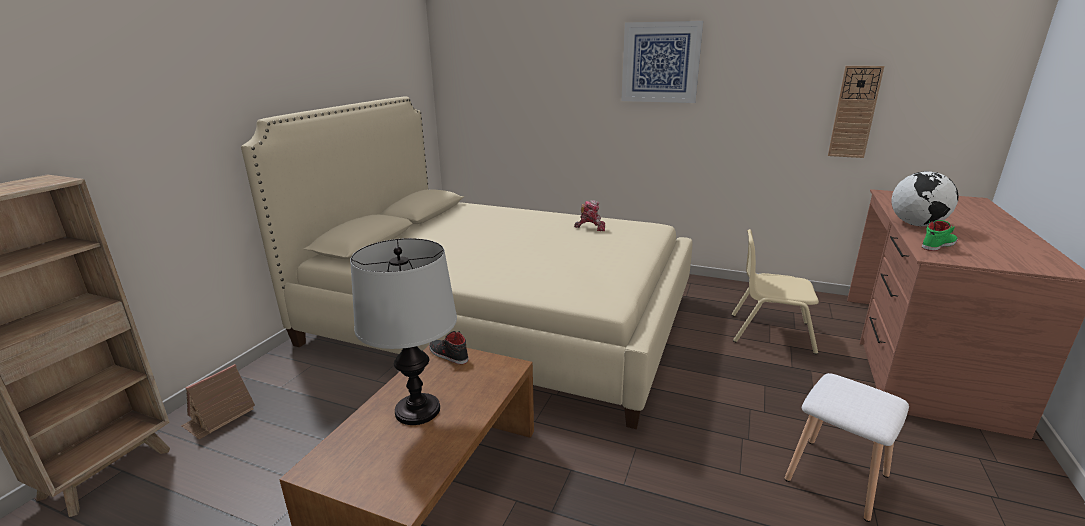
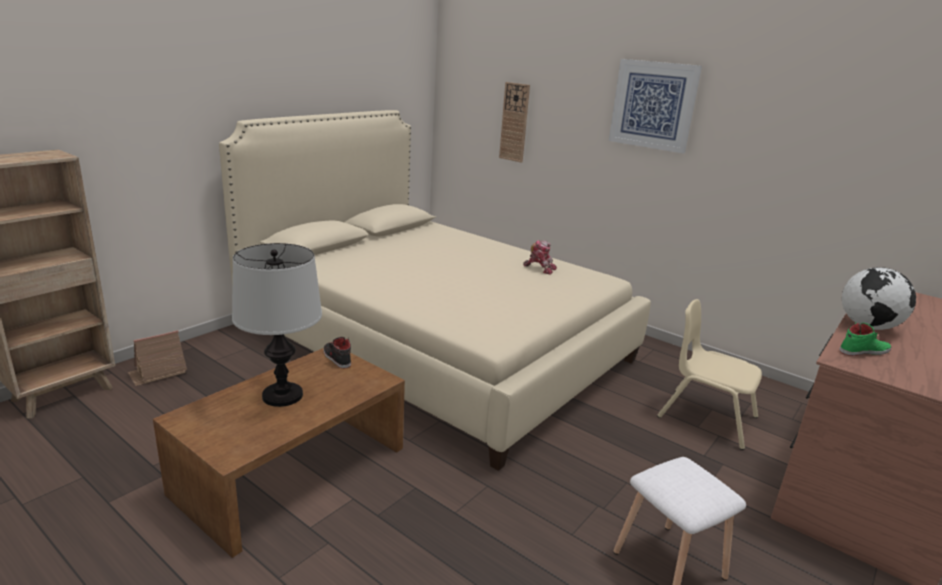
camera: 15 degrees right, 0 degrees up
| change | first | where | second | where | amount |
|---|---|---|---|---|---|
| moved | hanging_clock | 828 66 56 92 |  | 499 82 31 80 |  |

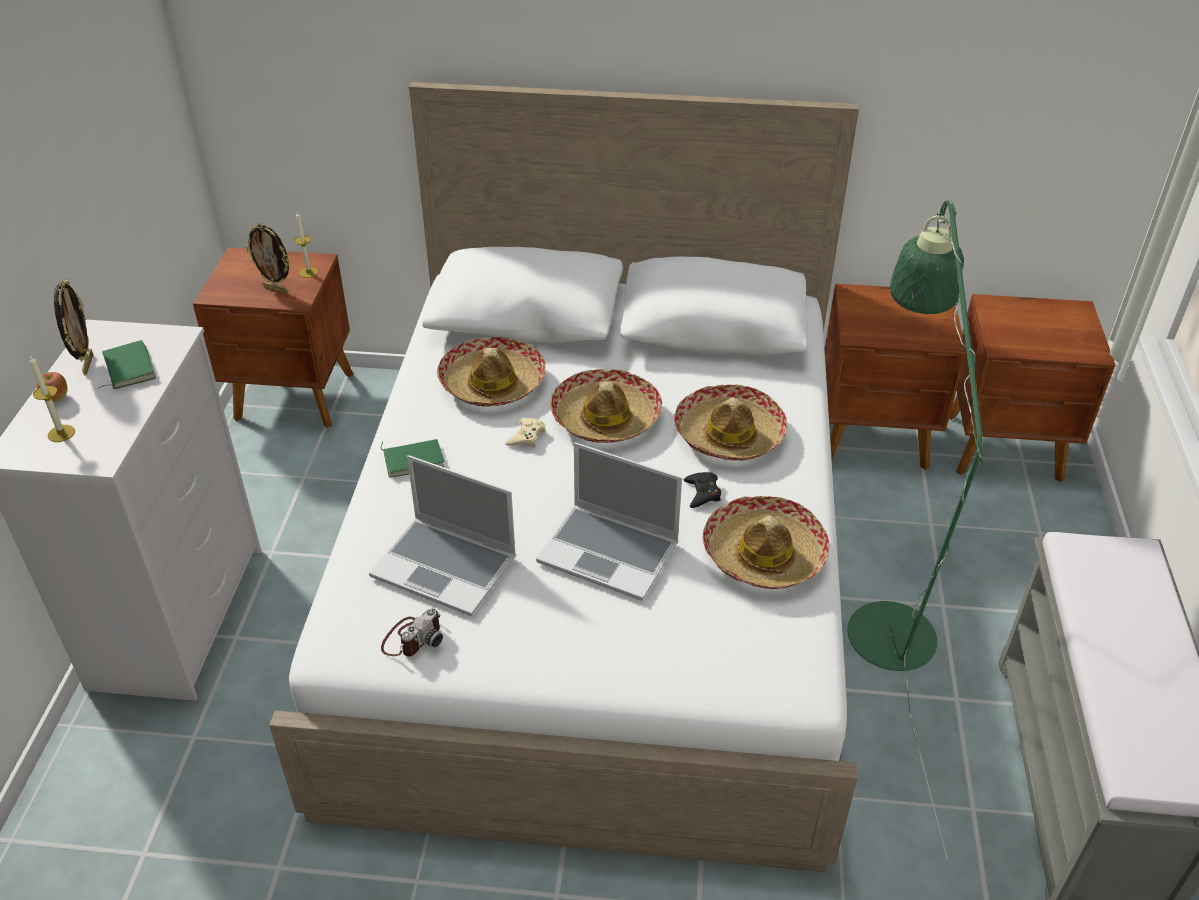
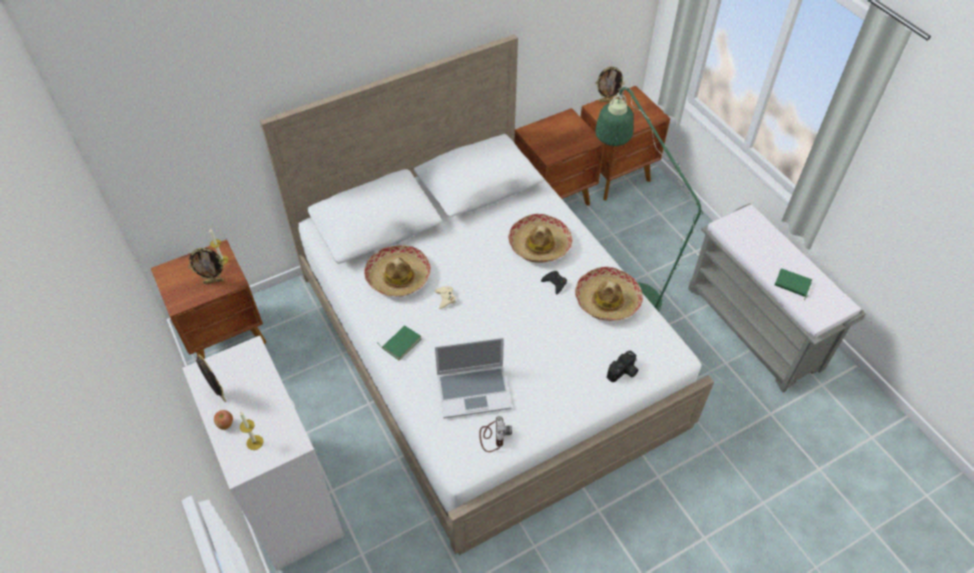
camera: 35 degrees left, 10 degrees up
| change | first | where | second | where | amount |
|---|---|---|---|---|---|
| removed | notebook_computer | 536 442 146 159 |  |  |  |
| removed | wearable_hat | 550 369 112 74 |  |  |  |
| added |  |  | photo_frame | 596 66 29 36 |  |
| added |  |  | still_camera | 607 350 32 32 |  |
| moved | green-coloured_volume | 98 340 58 49 |  | 775 269 37 31 |  |

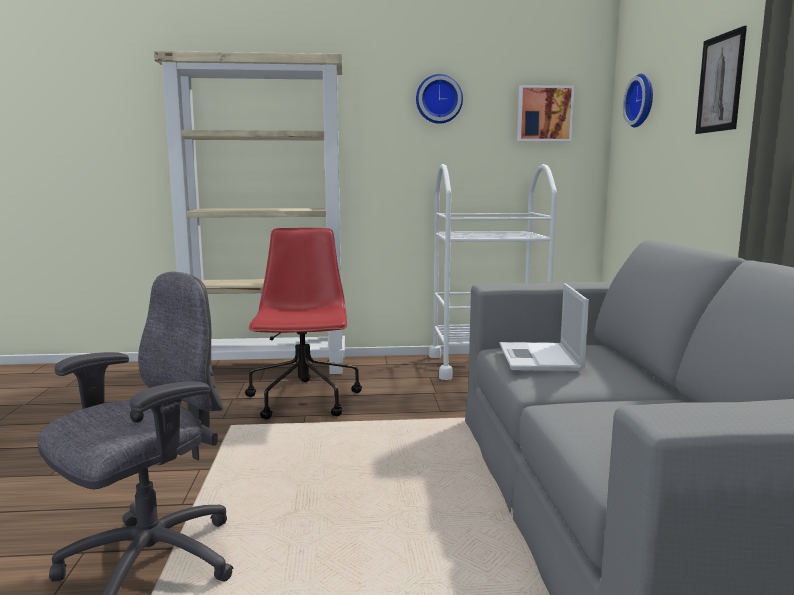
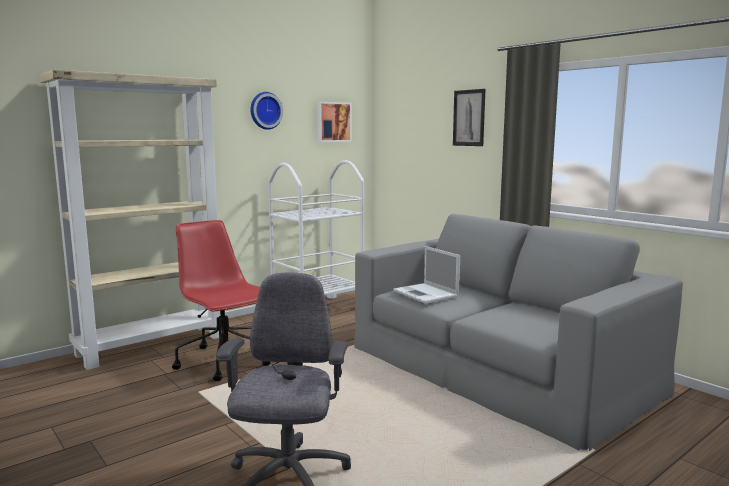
camera: 35 degrees left, 0 degrees up
| change | first | where | second | where | amount |
|---|---|---|---|---|---|
| removed | hanging_clock | 623 74 30 53 |  |  |  |

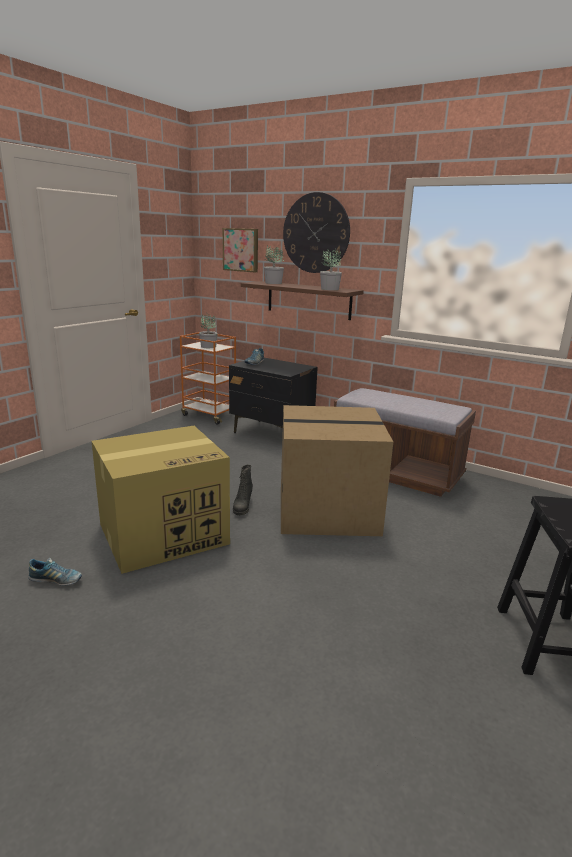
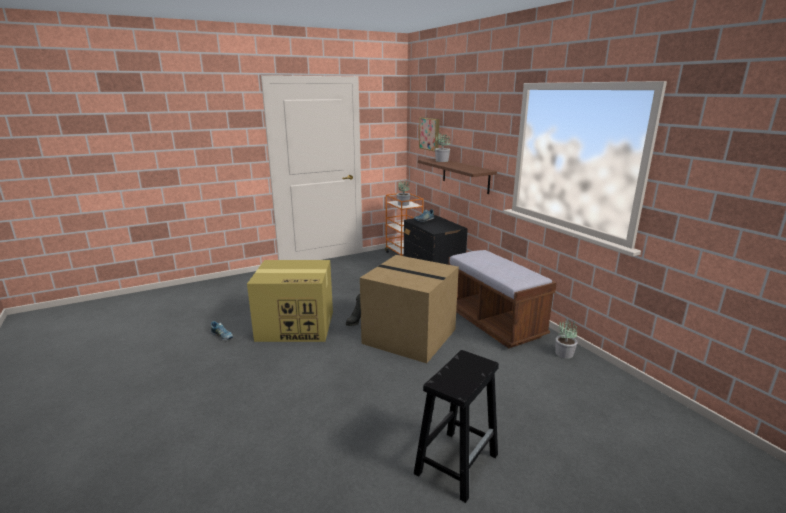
camera: 30 degrees right, 0 degrees up
| change | first | where | second | where | amount |
|---|---|---|---|---|---|
| removed | hanging_clock | 283 192 67 81 |  |  |  |
| moved | houseplant | 320 248 22 42 |  | 555 320 23 39 |  |

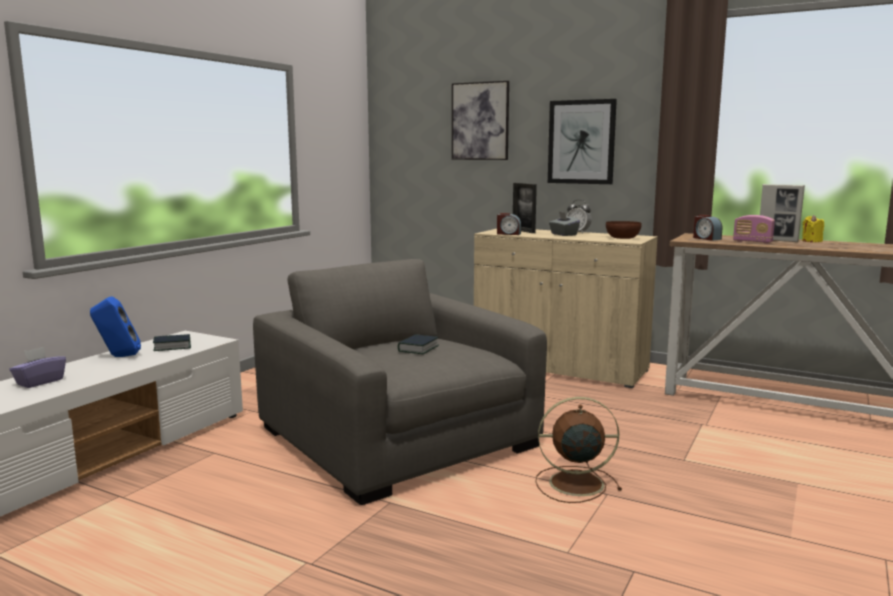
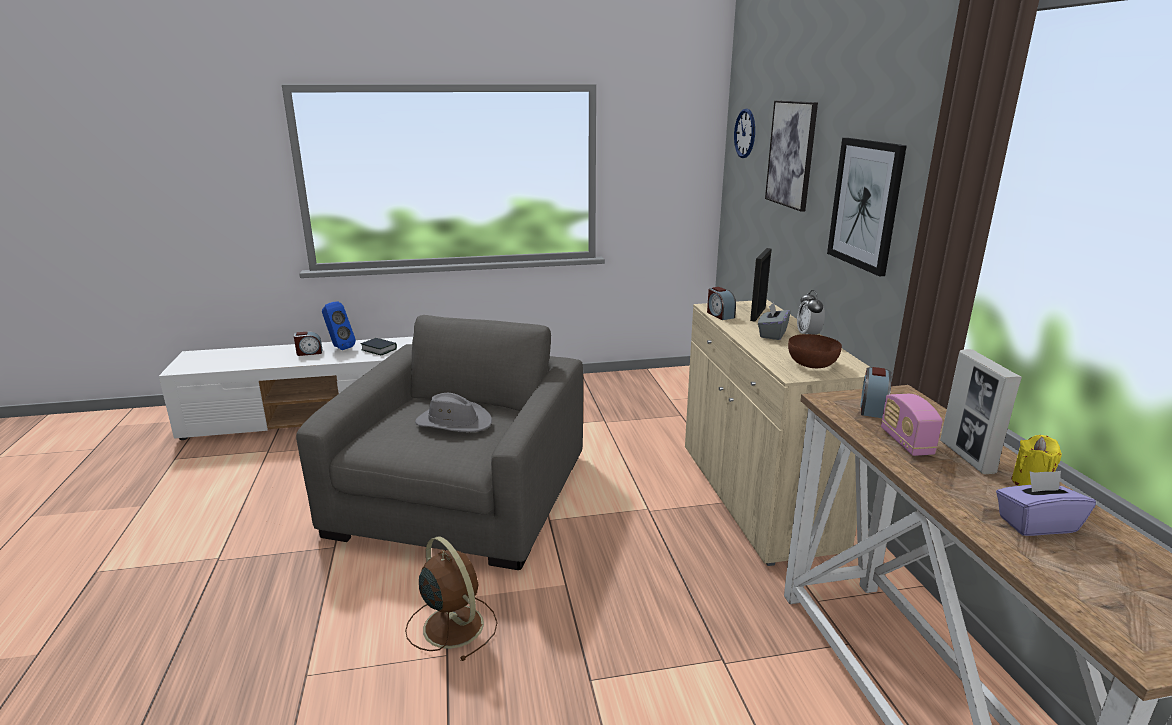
camera: 50 degrees right, 10 degrees up
| change | first | where | second | where | amount |
|---|---|---|---|---|---|
| added |  |  | bedside_clock | 294 332 28 24 |  |
| added |  |  | hanging_clock | 734 109 21 49 |  |
| moved | purple_tissue_box | 10 347 56 41 |  | 996 471 100 65 |  |
| replaced | volume | 398 334 41 20 | grey_wearable_hat | 415 393 77 39 |  |

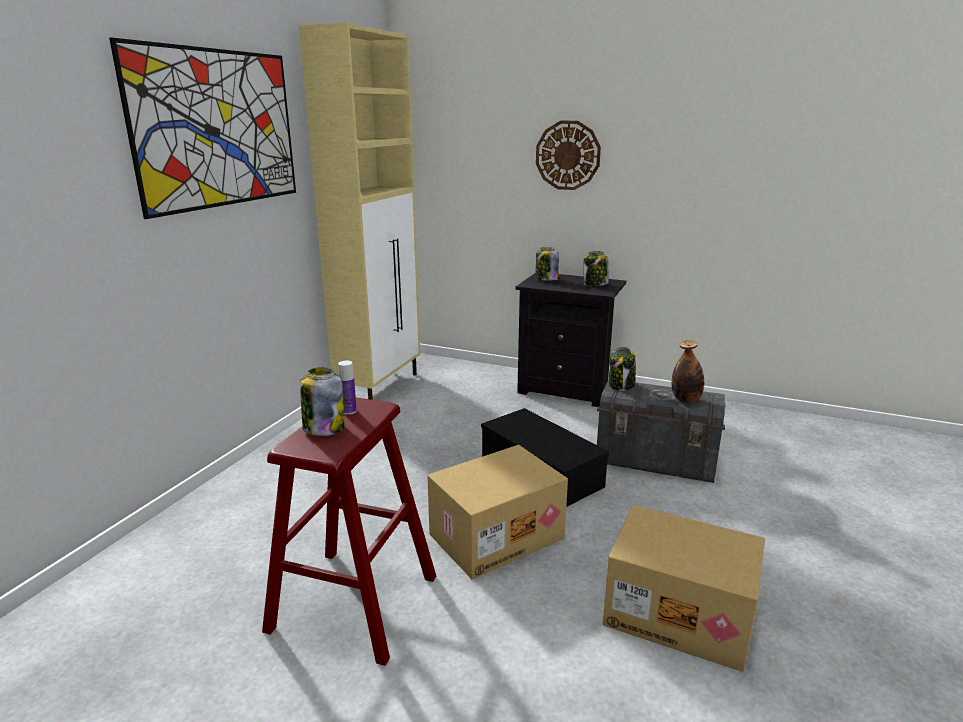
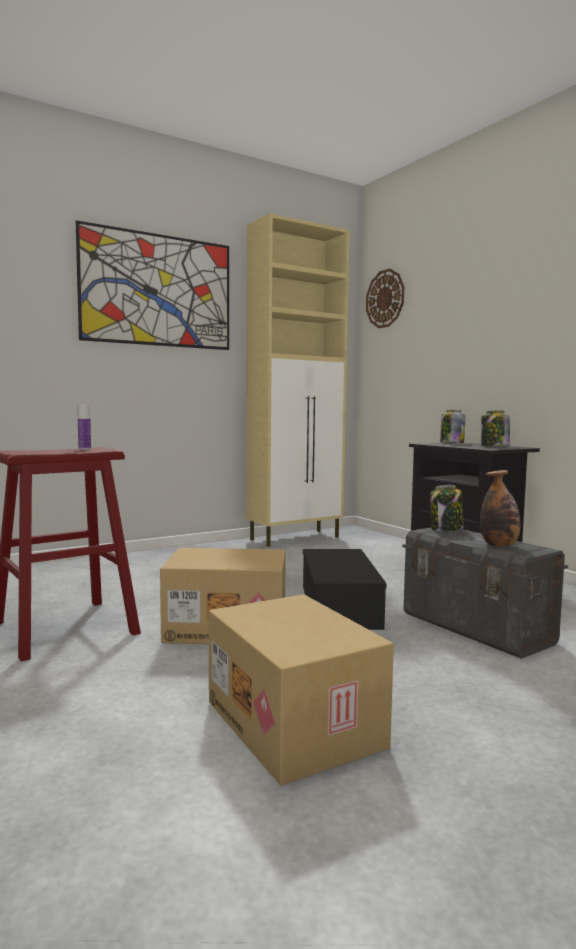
camera: 35 degrees right, 15 degrees down
| change | first | where | second | where | amount |
|---|---|---|---|---|---|
| removed | jar | 300 367 44 69 |  |  |  |
| moved | hanging_clock | 536 121 65 69 |  | 366 269 38 59 |  |

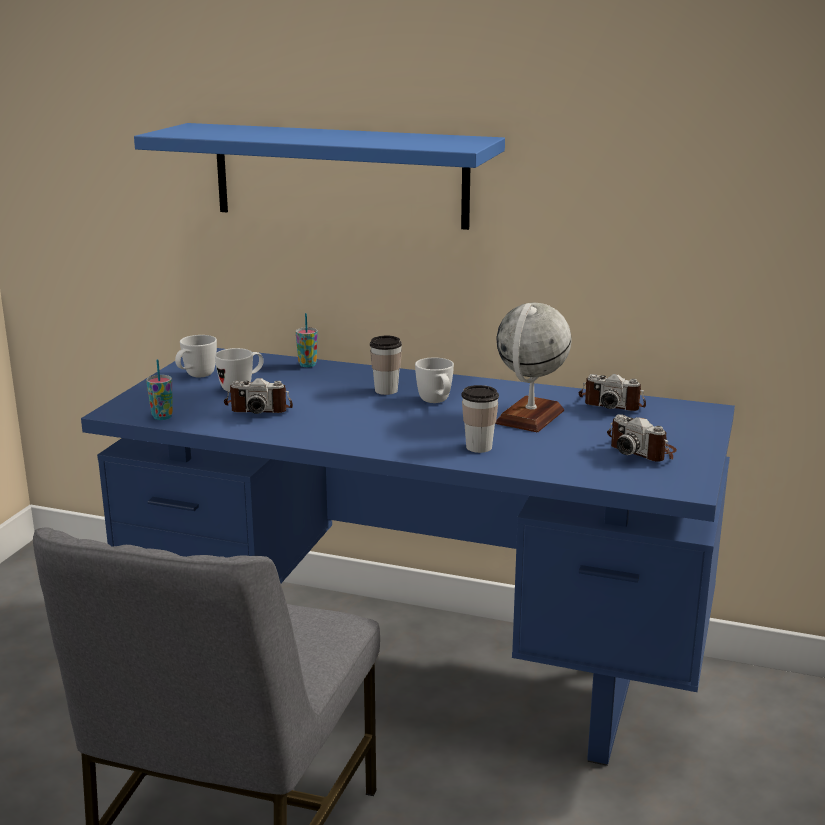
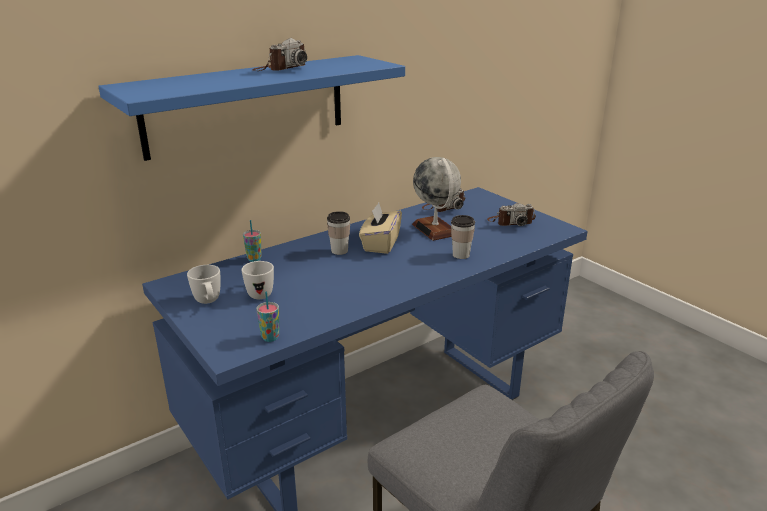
camera: 55 degrees left, 5 degrees up
| change | first | where | second | where | amount |
|---|---|---|---|---|---|
| moved | still_camera | 224 378 69 36 |  | 252 38 55 33 |  |
| replaced | white-coloured_coffee_mug | 415 358 39 45 | beige_tissue_box | 359 203 43 51 |  |

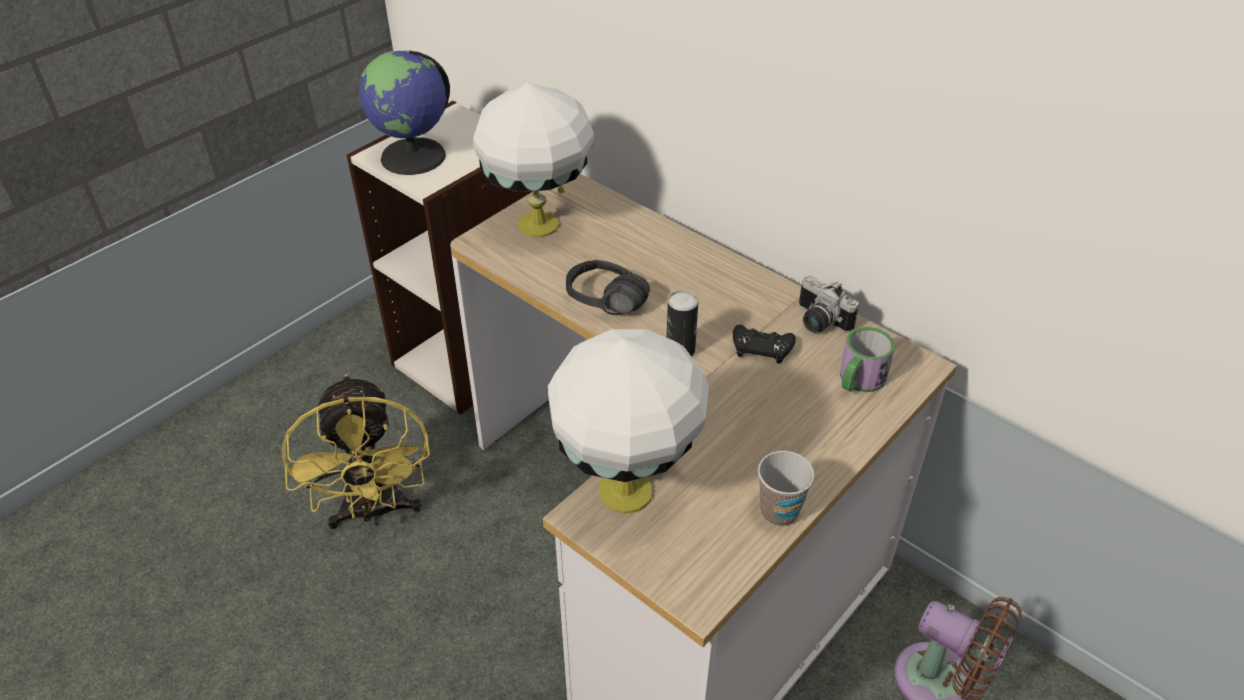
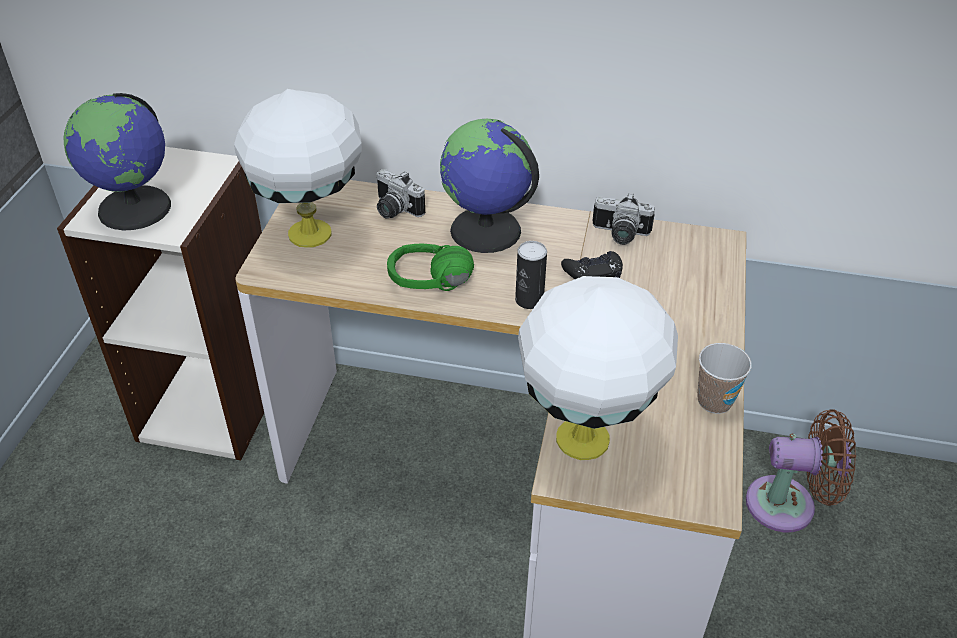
camera: 30 degrees left, 0 degrees up
| change | first | where | second | where | amount |
|---|---|---|---|---|---|
| removed | yellow-coloured_fan | 281 374 149 155 |  |  |  |
| removed | coffee_mug | 840 327 55 65 |  |  |  |
| added |  |  | still_camera | 375 169 50 50 |  |
| added |  |  | world_globe | 440 119 99 134 |  |
| recoloured | black_headphones | 566 260 84 55 | green-coloured_headphones | 387 244 87 47 |  |

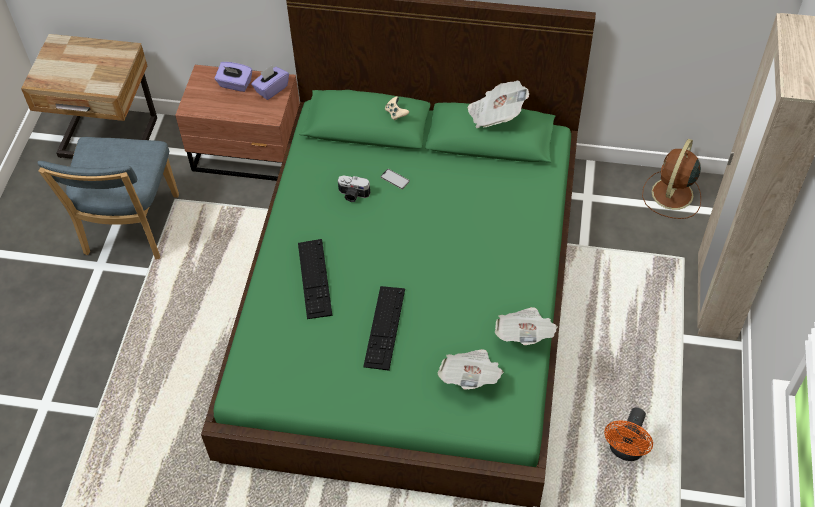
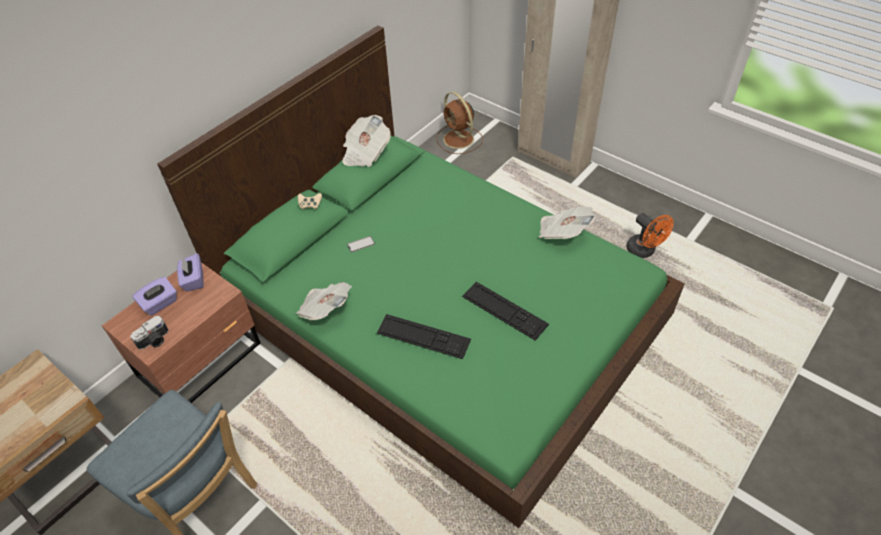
camera: 60 degrees left, 5 degrees down
| change | first | where | second | where | amount |
|---|---|---|---|---|---|
| moved | still_camera | 338 175 32 27 |  | 130 316 38 34 |  |
| moved | printed_paper | 437 349 67 40 |  | 296 282 56 38 |  |

